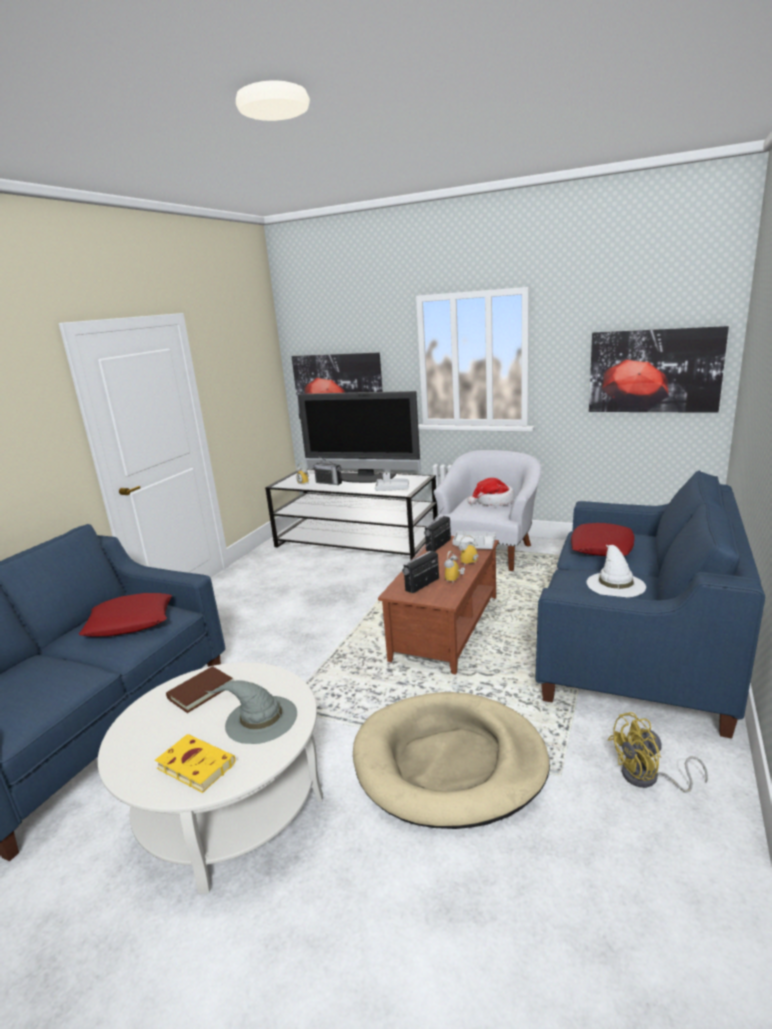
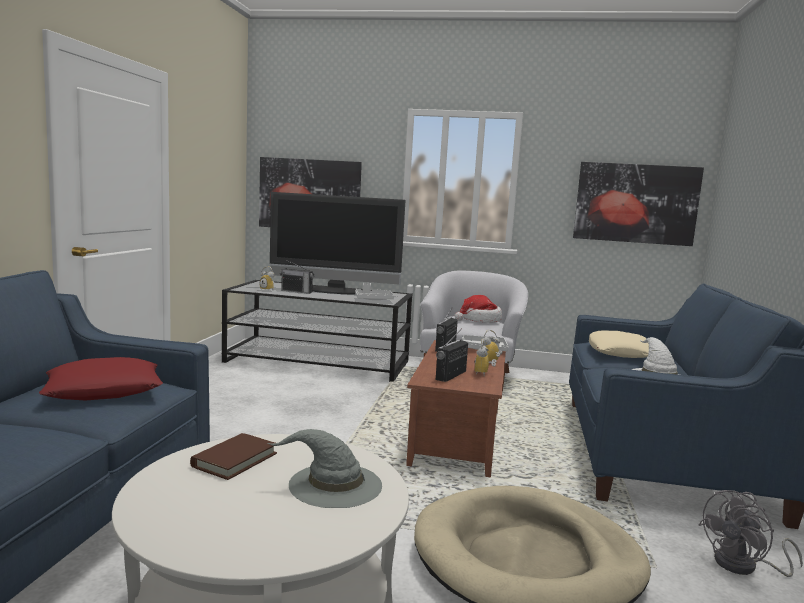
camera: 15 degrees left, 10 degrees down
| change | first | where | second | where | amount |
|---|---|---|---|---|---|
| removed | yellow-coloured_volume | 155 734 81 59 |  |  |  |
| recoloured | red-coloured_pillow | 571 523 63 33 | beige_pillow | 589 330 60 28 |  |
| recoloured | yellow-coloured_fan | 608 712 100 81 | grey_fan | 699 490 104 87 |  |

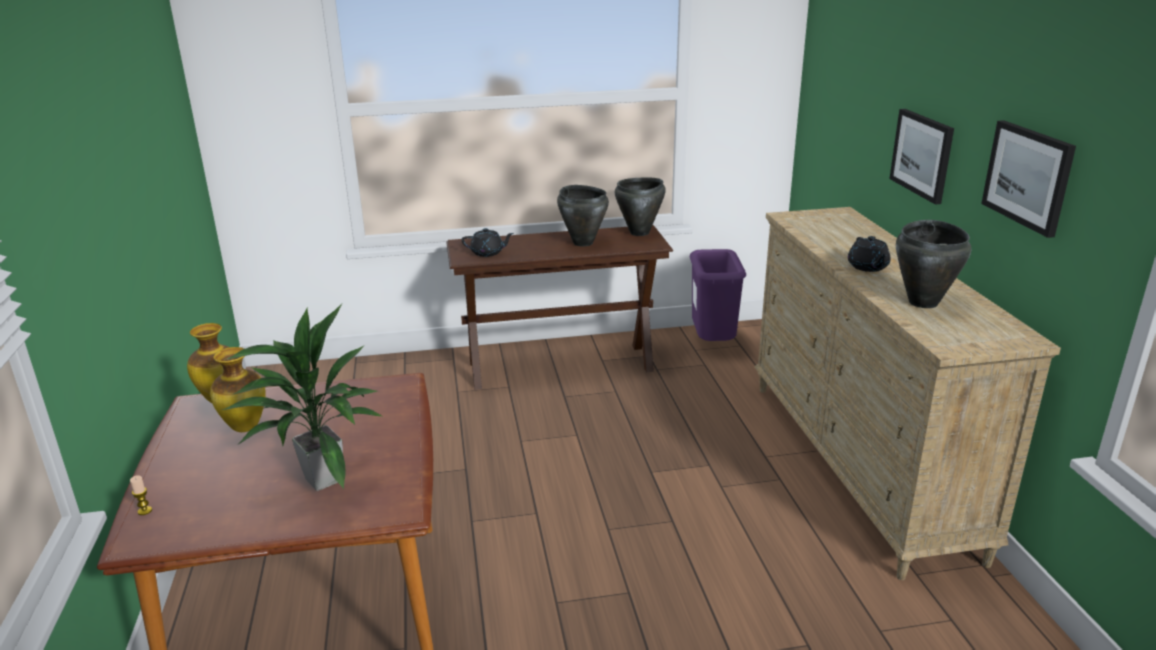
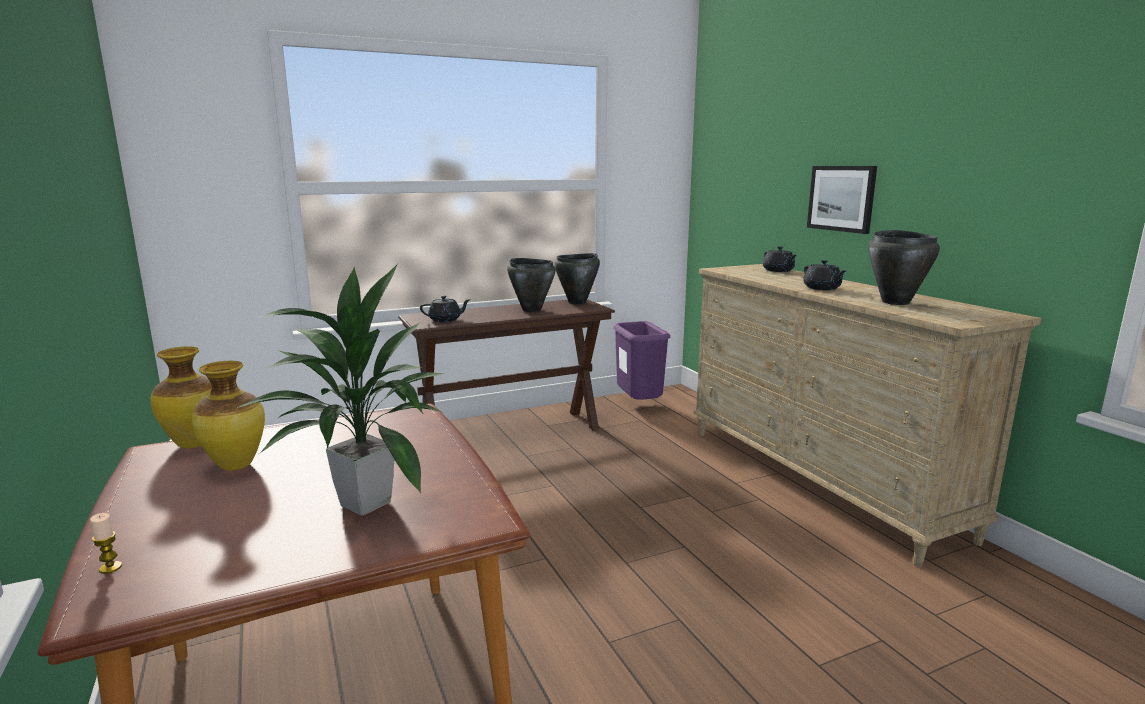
camera: 15 degrees left, 10 degrees down
| change | first | where | second | where | amount |
|---|---|---|---|---|---|
| removed | picture | 981 120 95 118 |  |  |  |
| added |  |  | black_teapot | 763 246 33 26 |  |

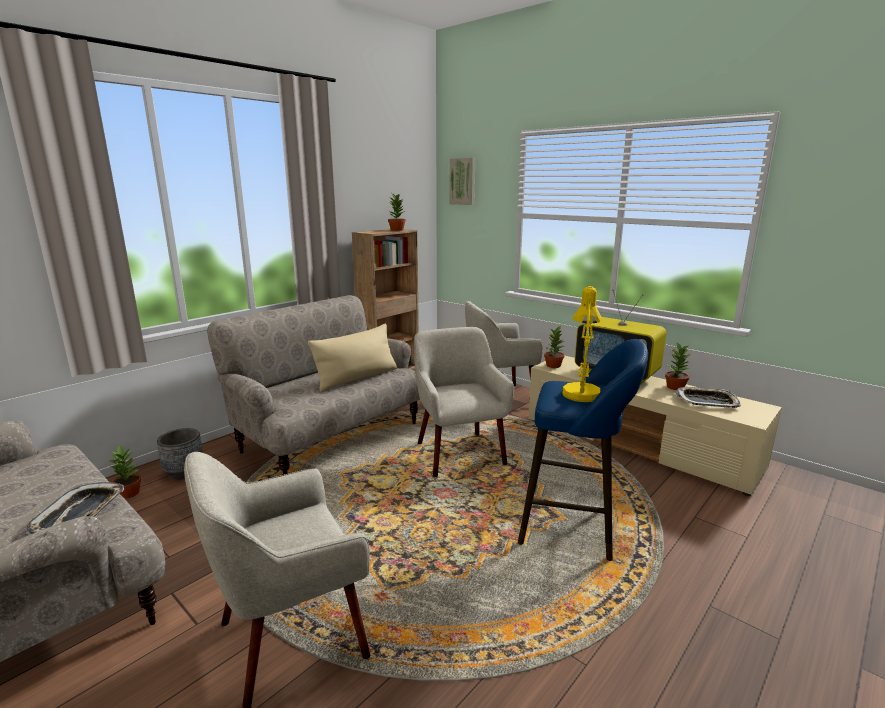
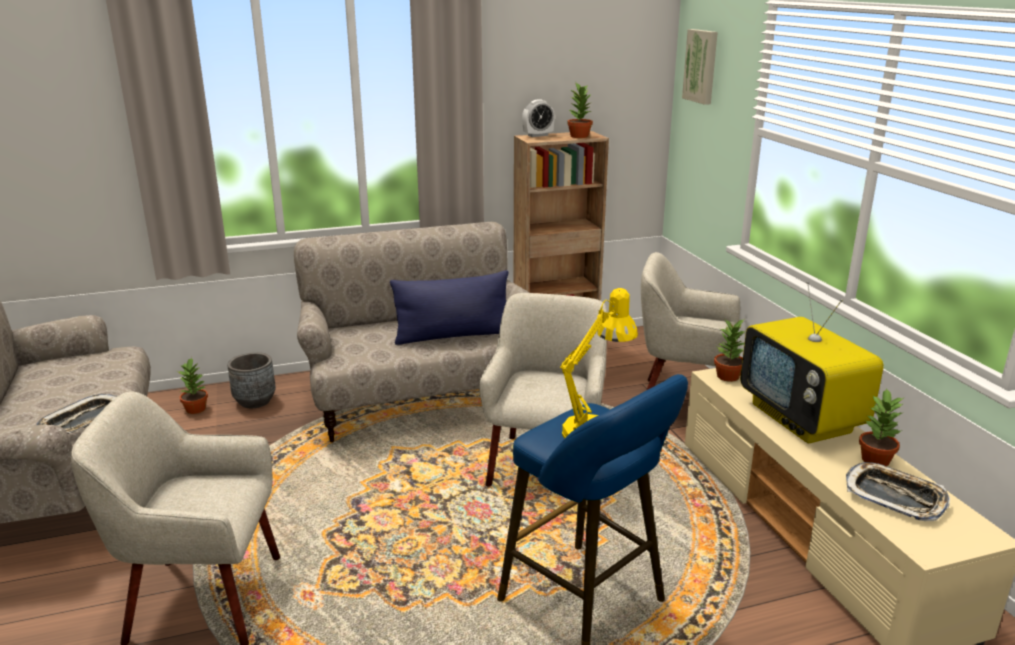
camera: 30 degrees right, 5 degrees up
| change | first | where | second | where | amount |
|---|---|---|---|---|---|
| added |  |  | bedside_clock | 522 100 33 37 |  |
| recoloured | beige_pillow | 308 323 89 69 | bluish_pillow | 390 270 118 75 |  |

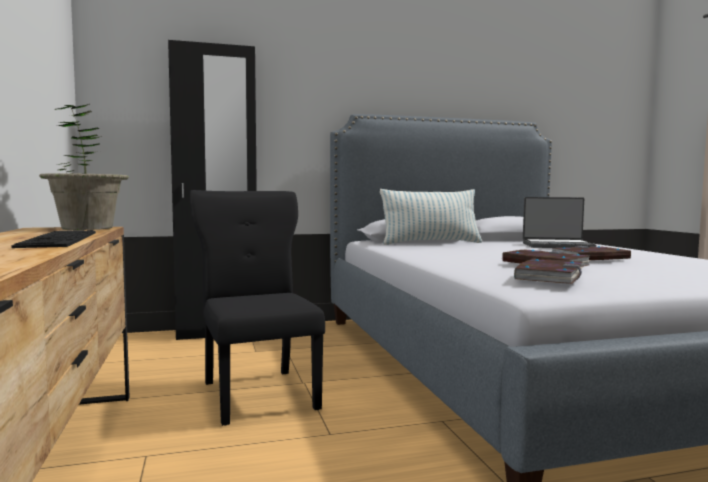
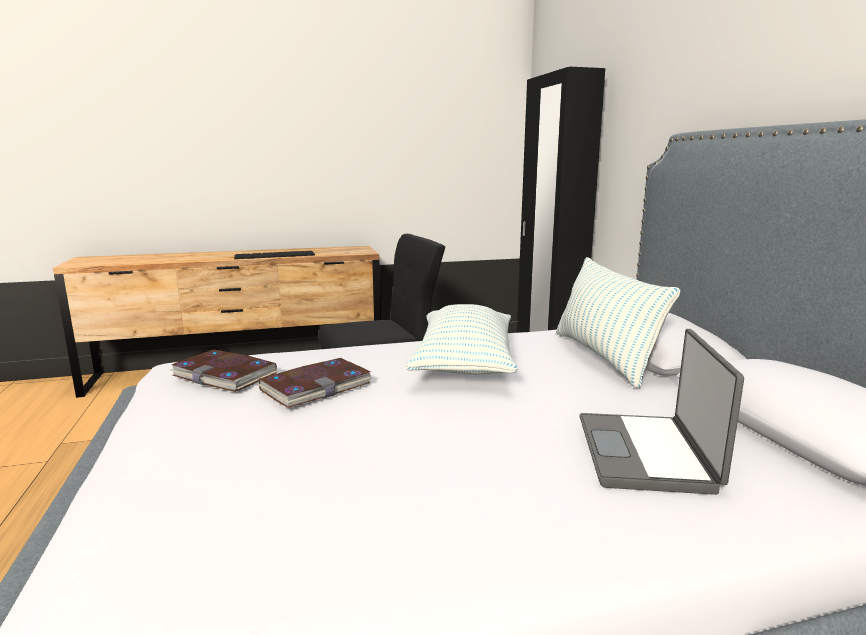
camera: 90 degrees right, 10 degrees up
| change | first | where | second | where | amount |
|---|---|---|---|---|---|
| removed | houseplant | 39 104 90 126 |  |  |  |
| removed | volume | 552 246 79 14 |  |  |  |
| added |  |  | pillow | 406 304 112 71 |  |

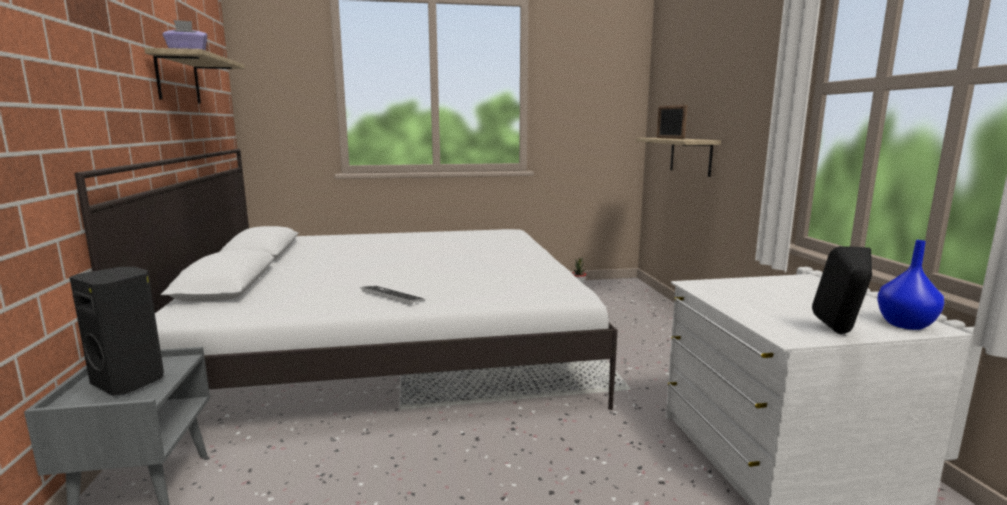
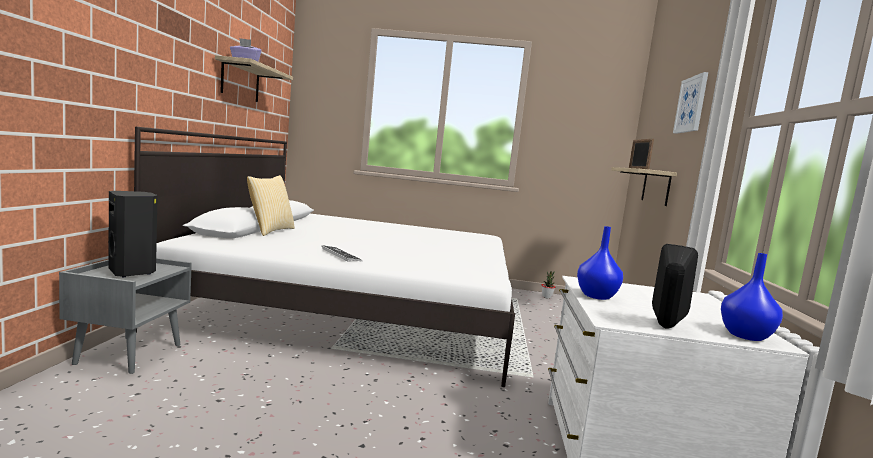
camera: 15 degrees right, 5 degrees down
| change | first | where | second | where | amount |
|---|---|---|---|---|---|
| added |  |  | pillow | 247 175 48 61 |  |
| added |  |  | bluish_flower_vase | 577 226 46 74 |  |
| added |  |  | picture | 673 72 35 62 |  |

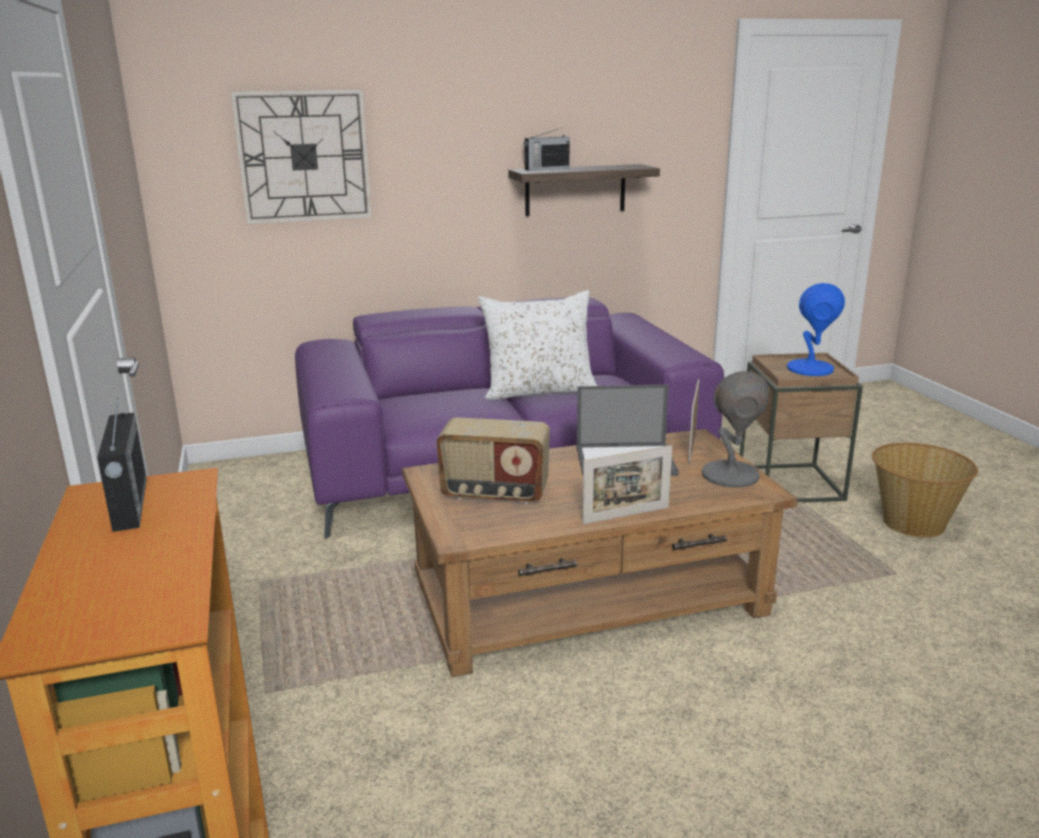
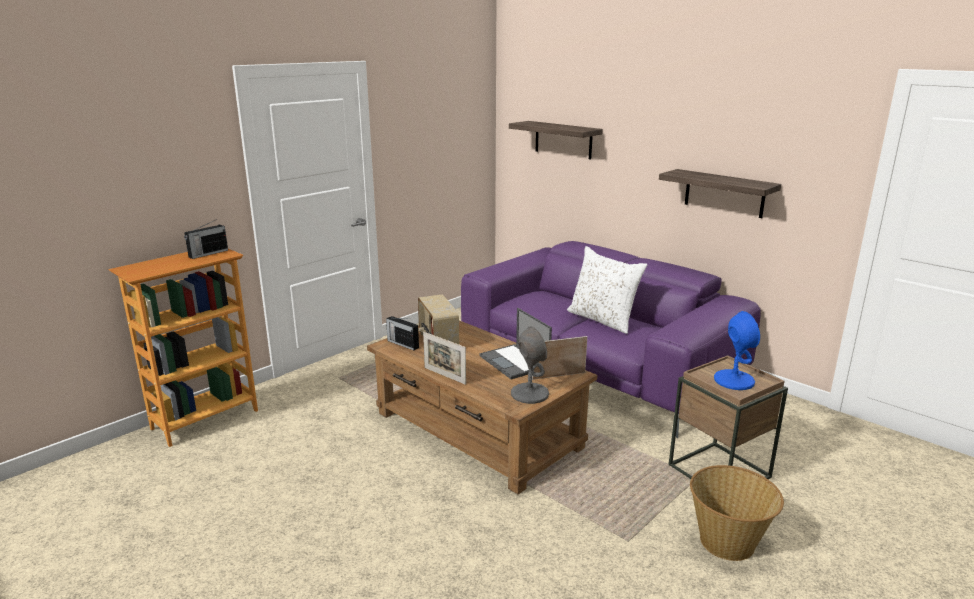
camera: 60 degrees right, 0 degrees up
| change | first | where | second | where | amount |
|---|---|---|---|---|---|
| moved | radio_set | 524 129 46 42 |  | 386 316 33 34 |  |
| replaced | hanging_clock | 230 89 142 135 | bracket_shelf | 509 121 94 39 |  |

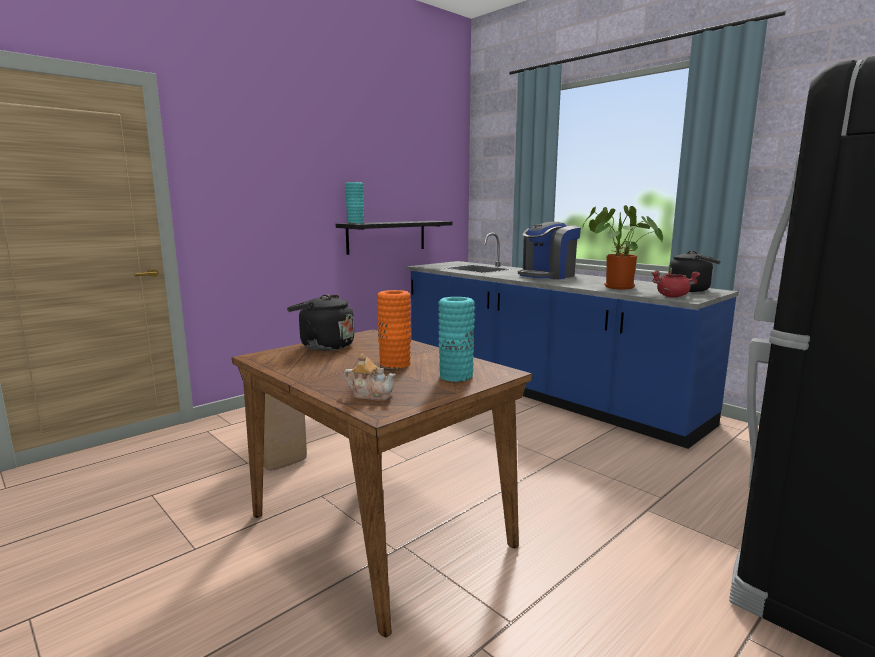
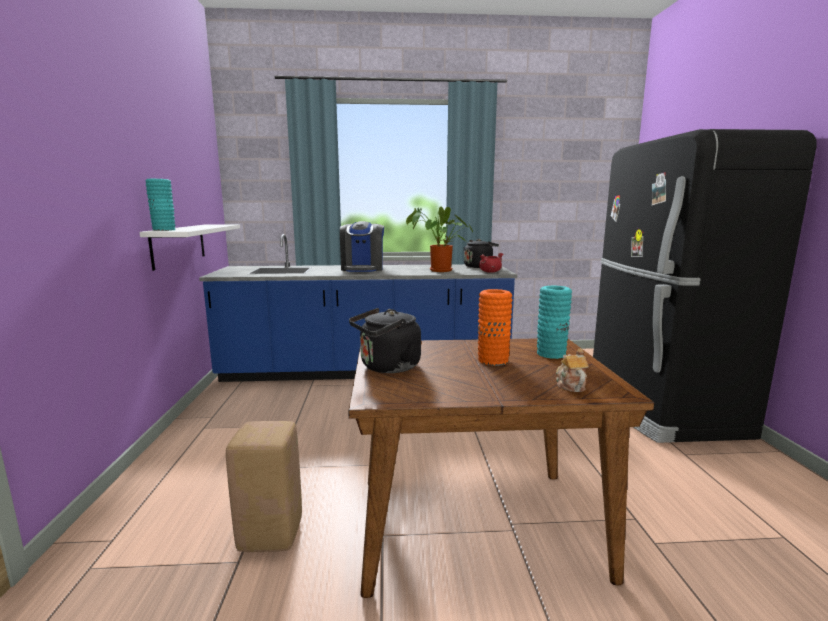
camera: 50 degrees left, 0 degrees up
| change | first | where | second | where | amount |
|---|---|---|---|---|---|
| recoloured | black_bracket_shelf | 336 221 116 34 | white-coloured_bracket_shelf | 139 224 101 47 |  |
| turned | teapot | 344 354 52 46 |  | 556 348 33 44 | 60 degrees counterclockwise |

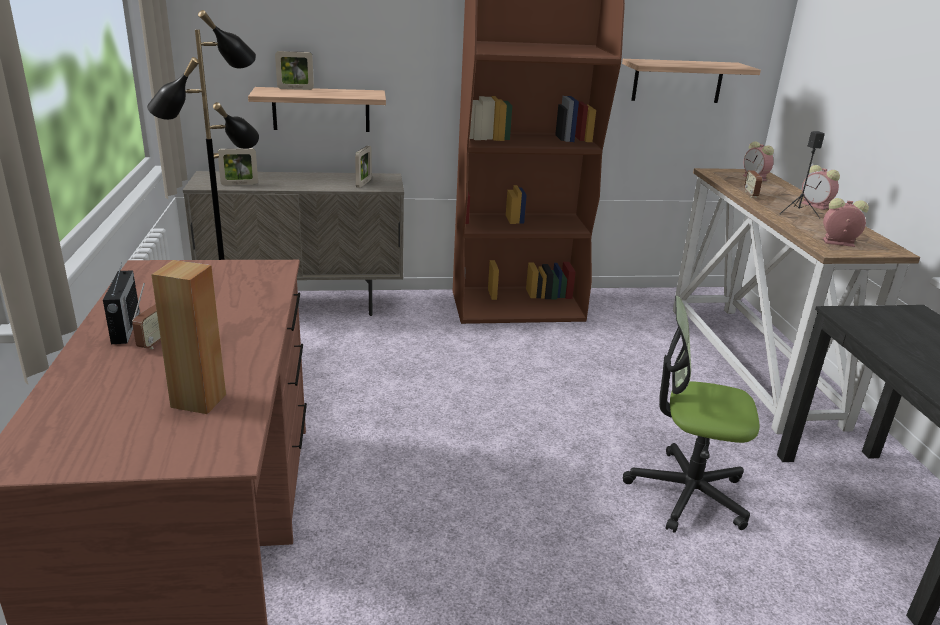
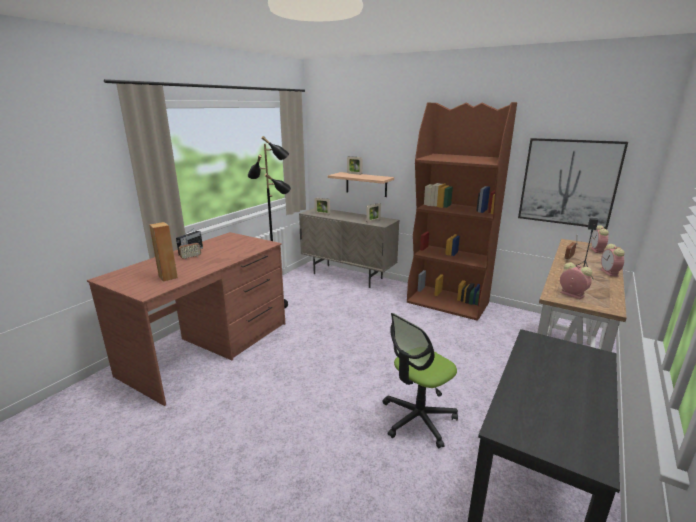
camera: 40 degrees right, 5 degrees down
| change | first | where | second | where | amount |
|---|---|---|---|---|---|
| replaced | bracket_shelf | 622 59 139 44 | picture | 518 138 110 91 |  |
| turned | desk_chair | 623 296 136 237 |  | 382 313 76 135 | 90 degrees counterclockwise |

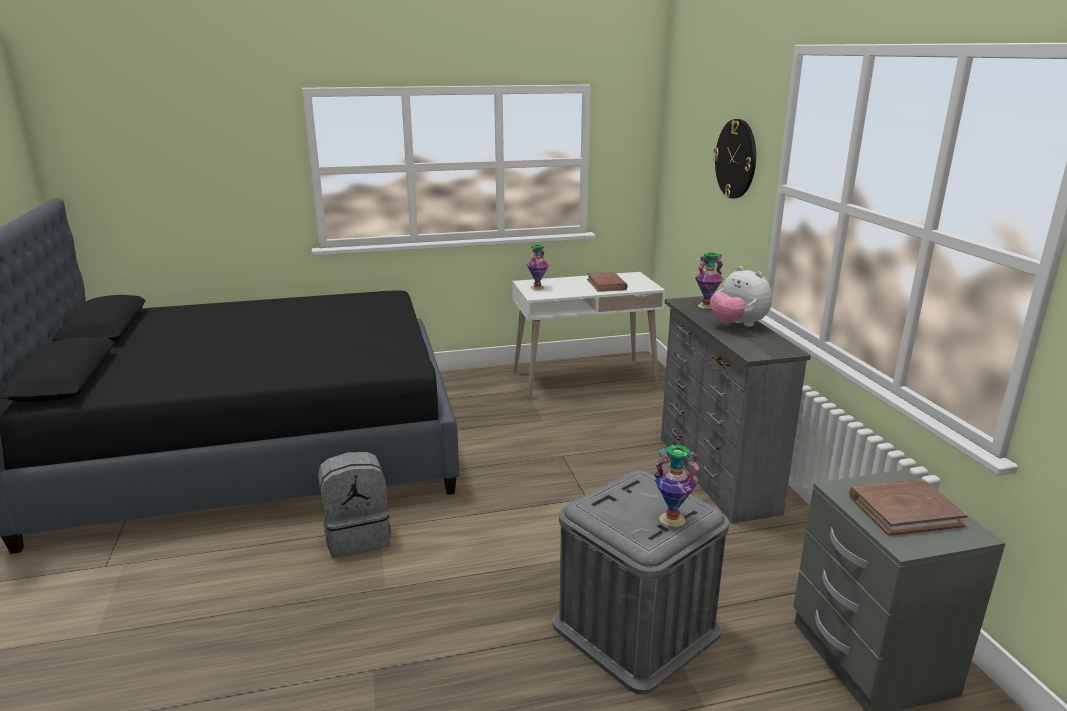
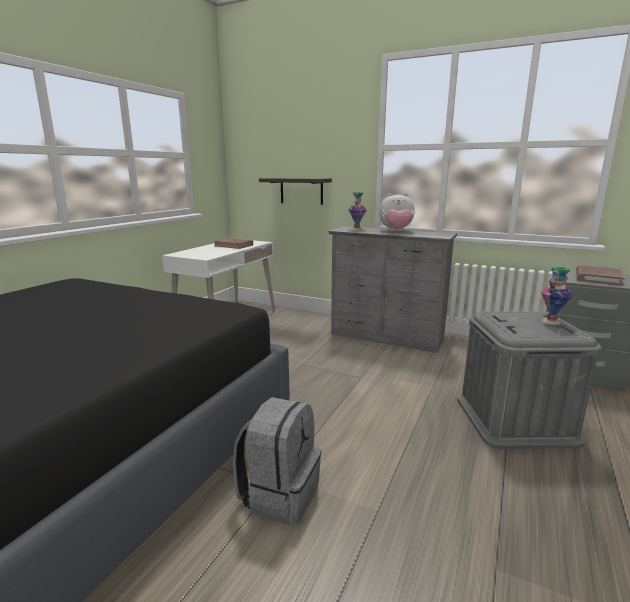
camera: 50 degrees left, 5 degrees down
| change | first | where | second | where | amount |
|---|---|---|---|---|---|
| removed | flower_vase | 527 244 22 46 |  |  |  |
| removed | hanging_clock | 713 119 43 79 |  |  |  |
| added |  |  | bracket_shelf | 259 178 73 27 |  |

